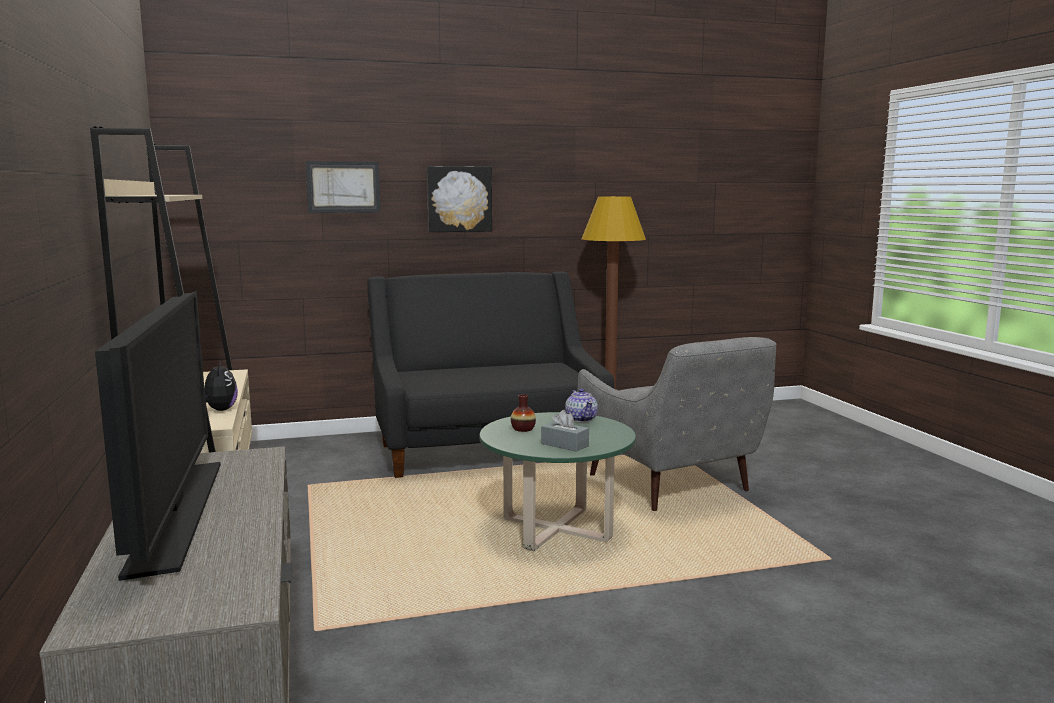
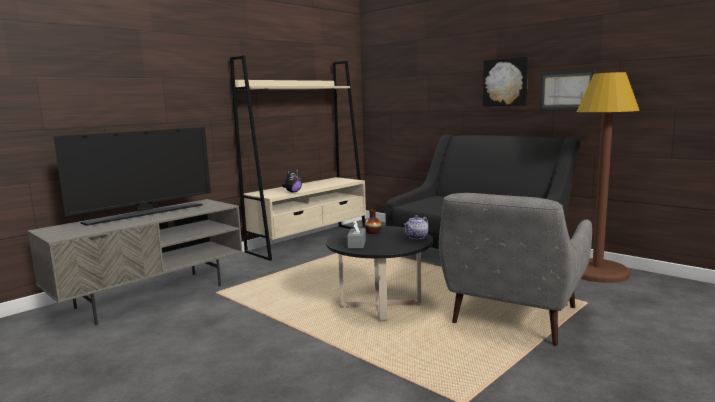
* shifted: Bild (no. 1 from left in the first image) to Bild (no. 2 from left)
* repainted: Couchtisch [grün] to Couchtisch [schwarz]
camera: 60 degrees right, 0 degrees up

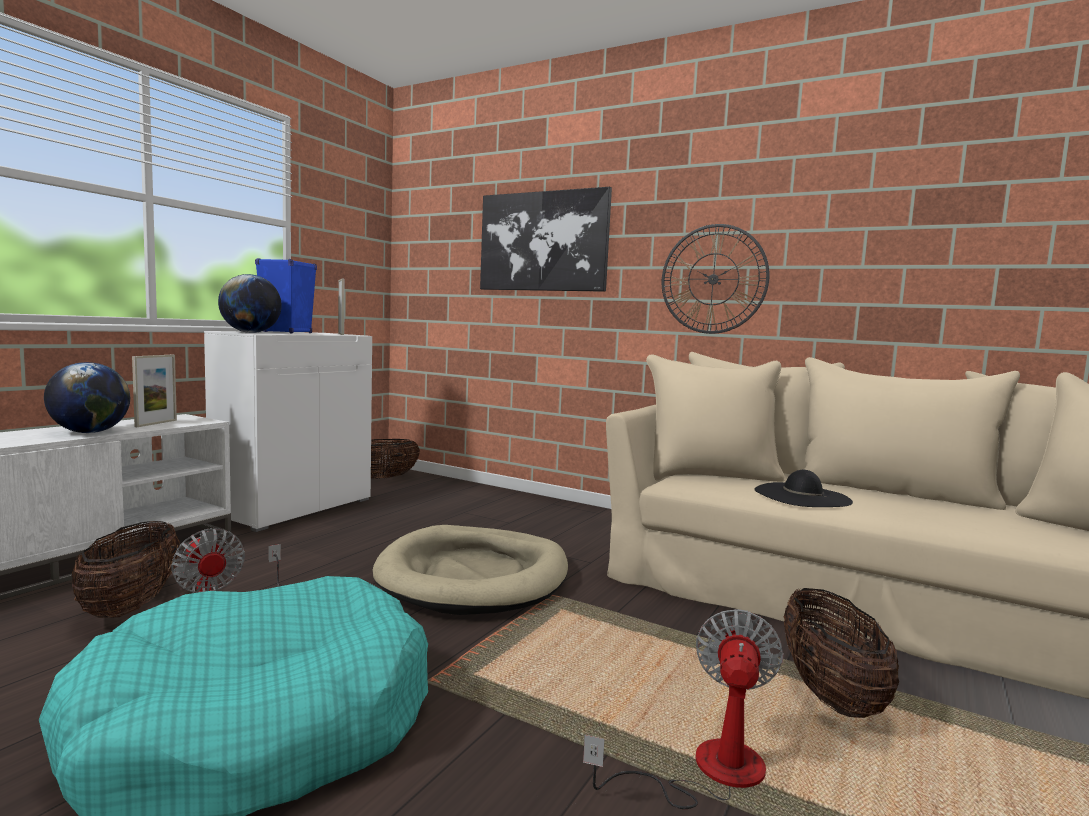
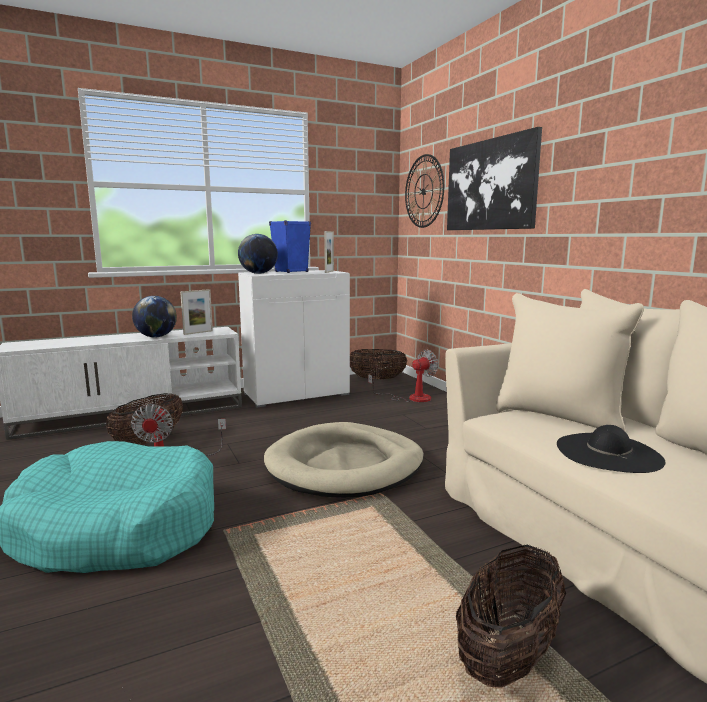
* shifted: Wanduhr
* shifted: Ventilator (no. 2 from left)
camera: 35 degrees right, 5 degrees up

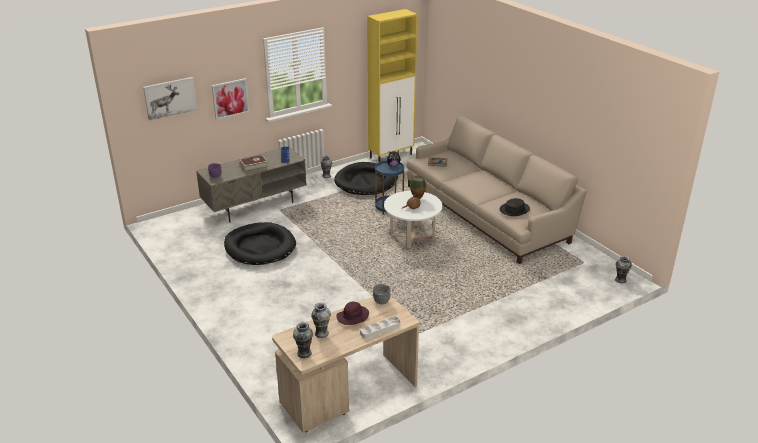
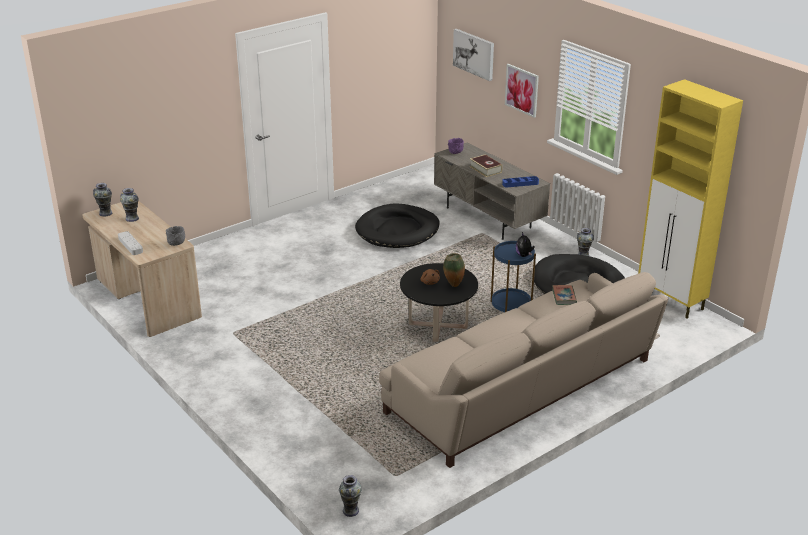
* repainted: Couchtisch [weiß] to Couchtisch [schwarz]
* gone: Hut [schwarz]
* gone: Hut [lila]
camera: 85 degrees right, 0 degrees up

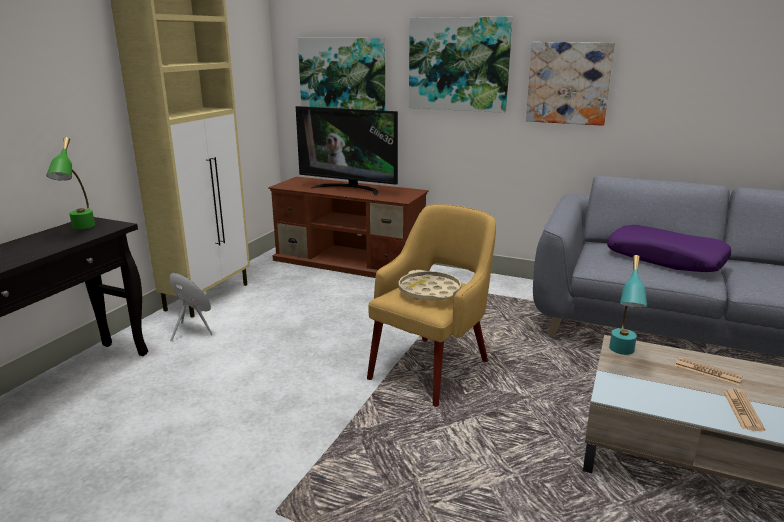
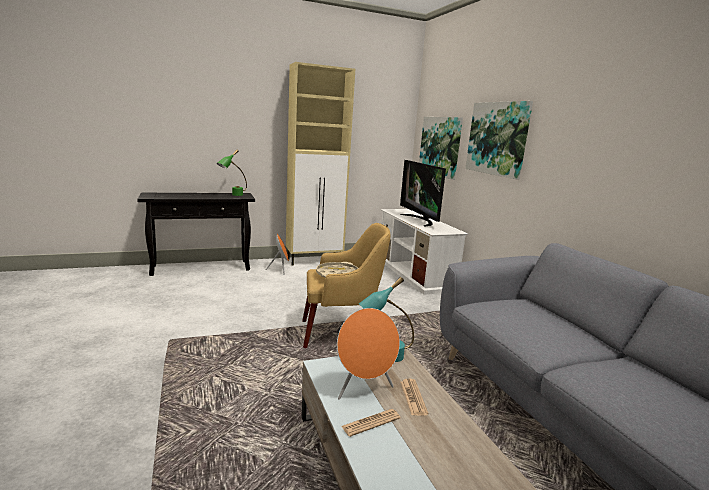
* gone: Bild (no. 3 from left)
* repainted: Fernsehschrank [braun] to Fernsehschrank [weiß]
* gone: Kissen [lila]
* new: Lautsprecher [orange] (no. 2 from left)
camera: 45 degrees right, 5 degrees down

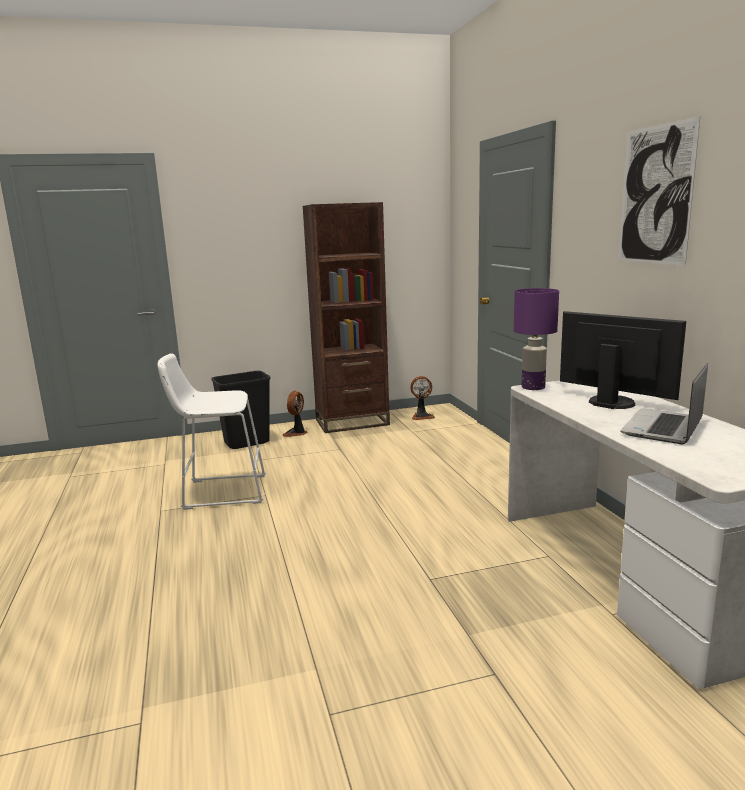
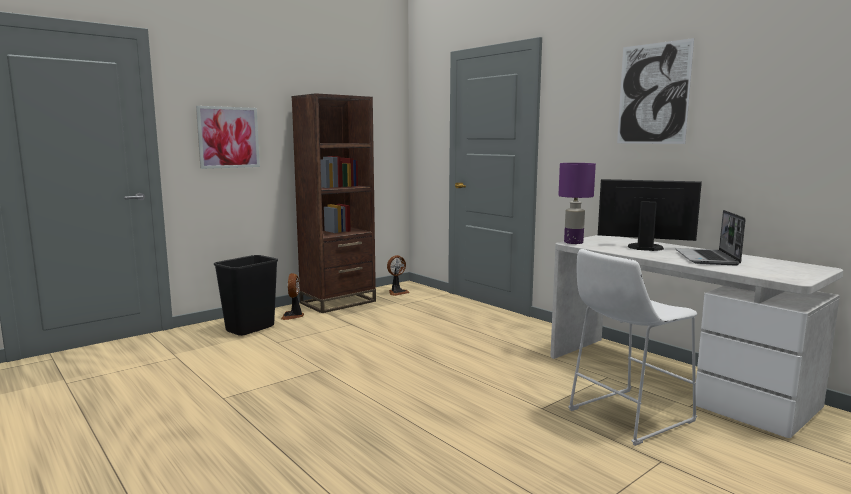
* shifted: Hocker [weiß]
* new: Bild (no. 1 from left)
camera: 25 degrees left, 5 degrees down

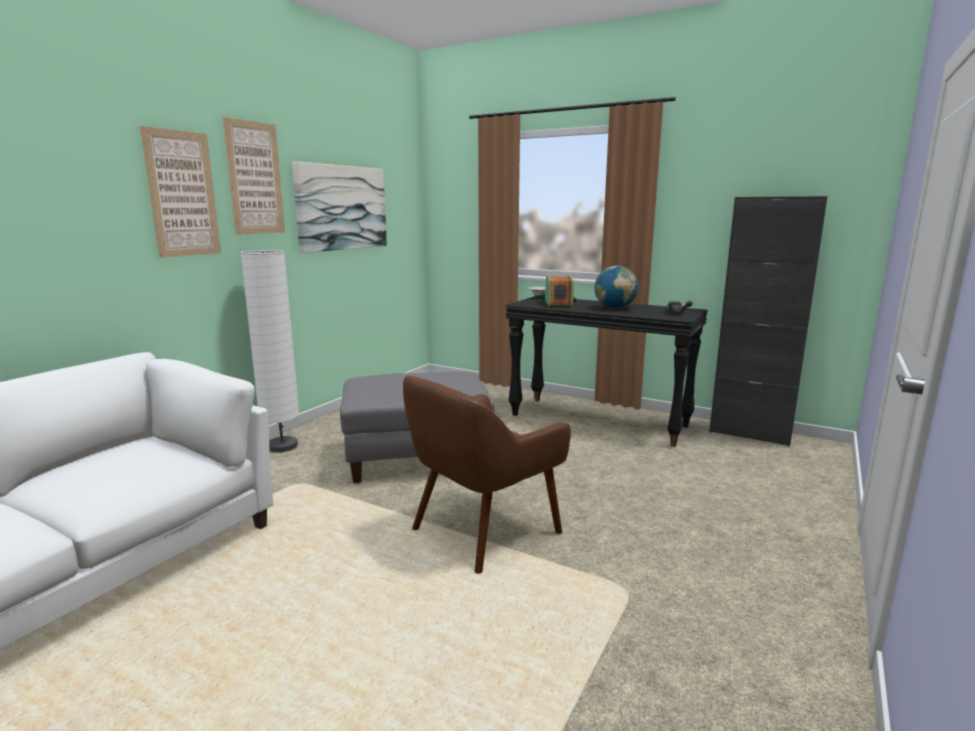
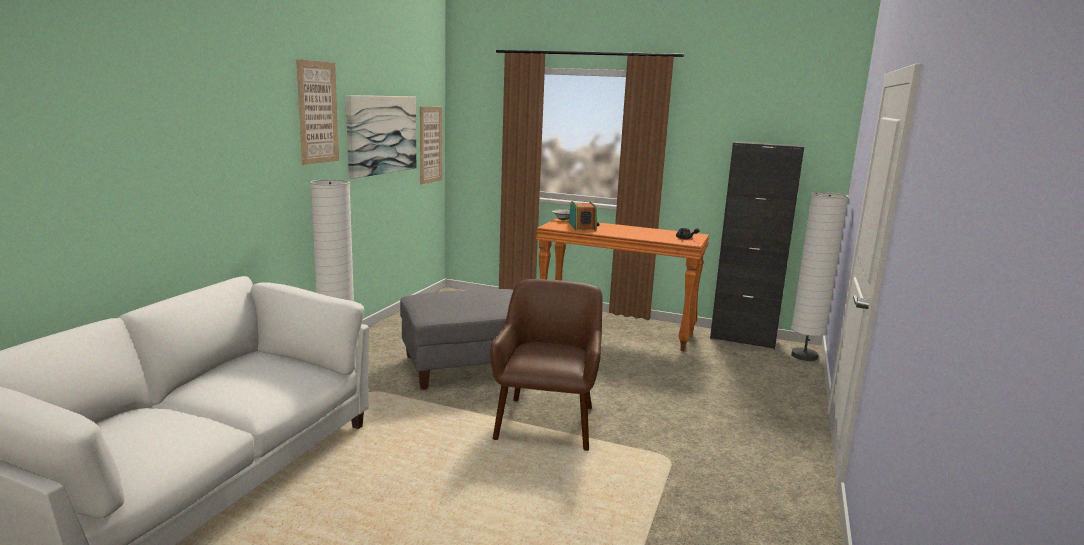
* shifted: Bild (no. 1 from left in the first image) to Bild (no. 3 from left)
* gone: Globus
* repainted: Konsolentisch [schwarz] to Konsolentisch [orange]
* rotated: Sessel [braun] 150 degrees clockwise
* new: Stehlampe [weiß] (no. 2 from left)
camera: 10 degrees left, 0 degrees up

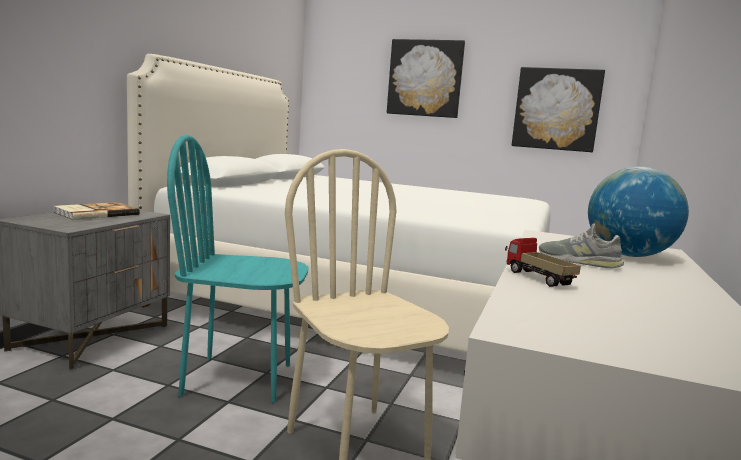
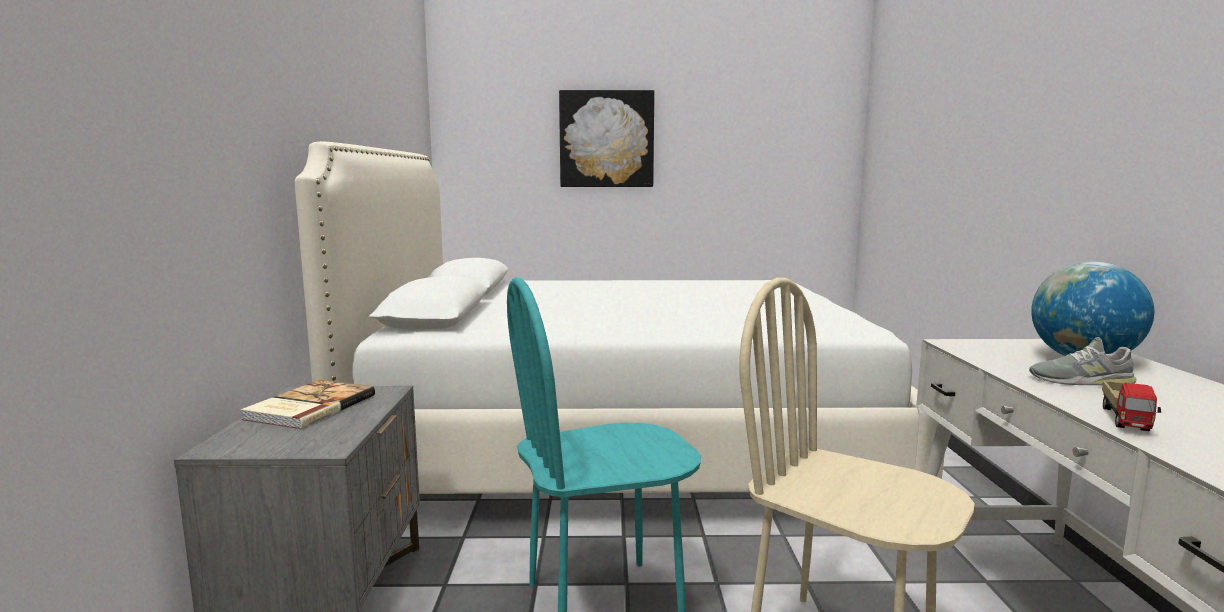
* gone: Bild (no. 2 from left)
* rotated: Spielzeuglaster 105 degrees counterclockwise
camera: 20 degrees left, 0 degrees up

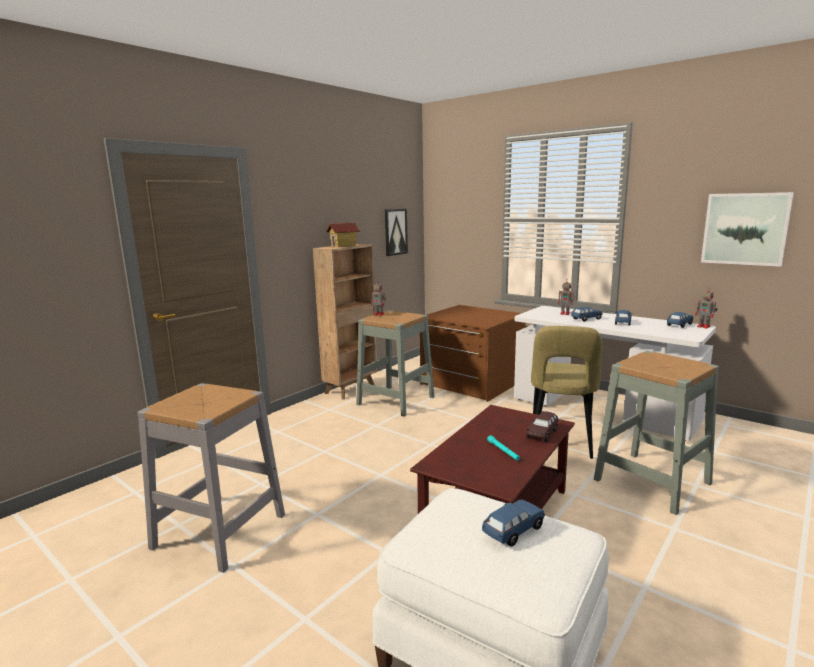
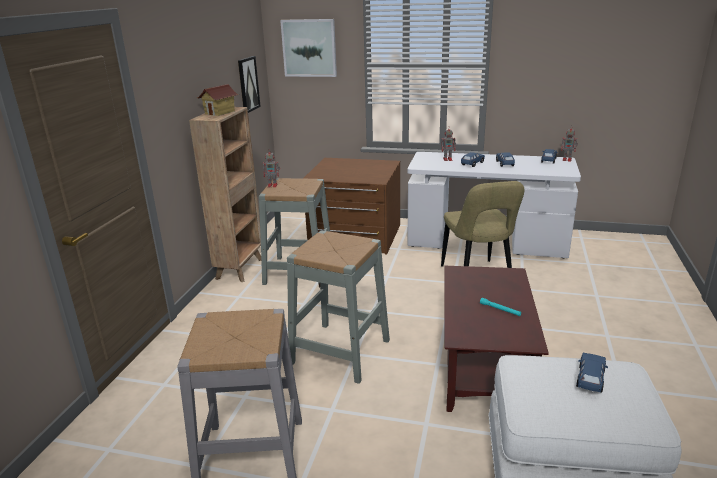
* shifted: Bild (no. 2 from left)
* shifted: Hocker [grau] (no. 3 from left)
* gone: Spielzeugauto [braun]
camera: 25 degrees left, 10 degrees up

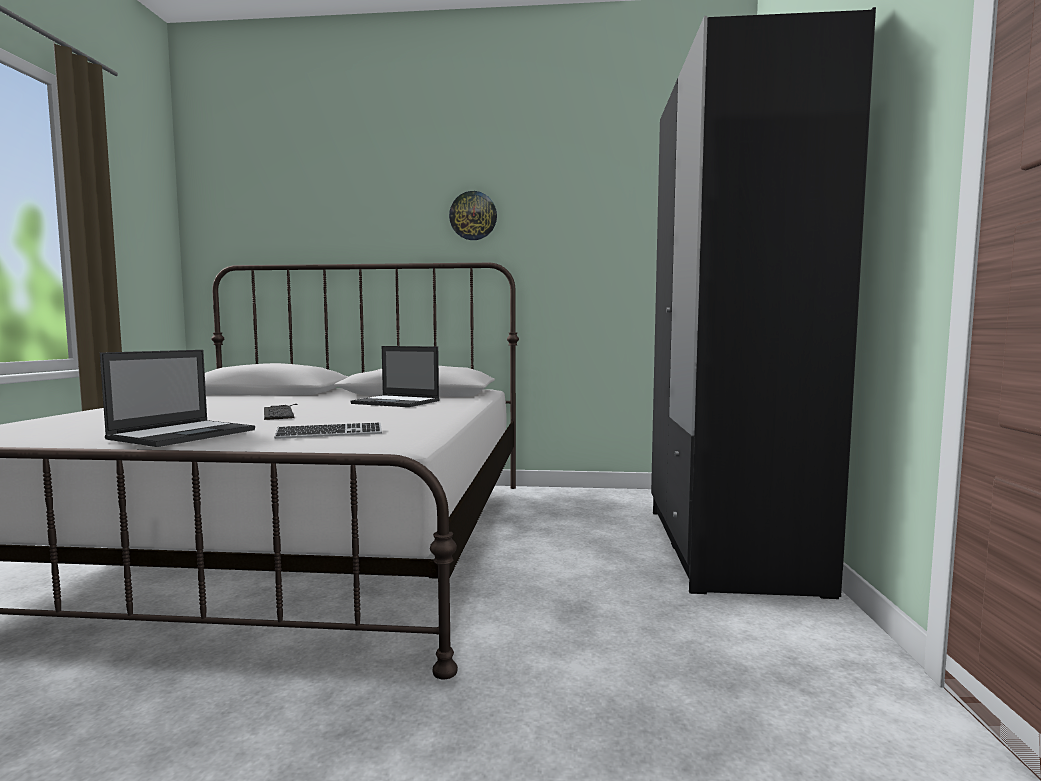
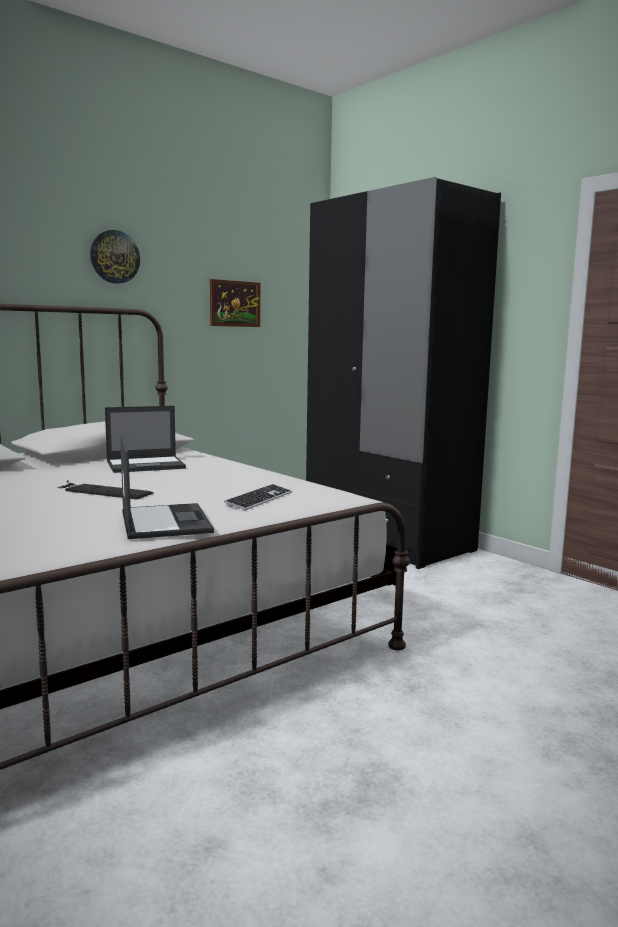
* new: Bild
camera: 45 degrees left, 5 degrees up

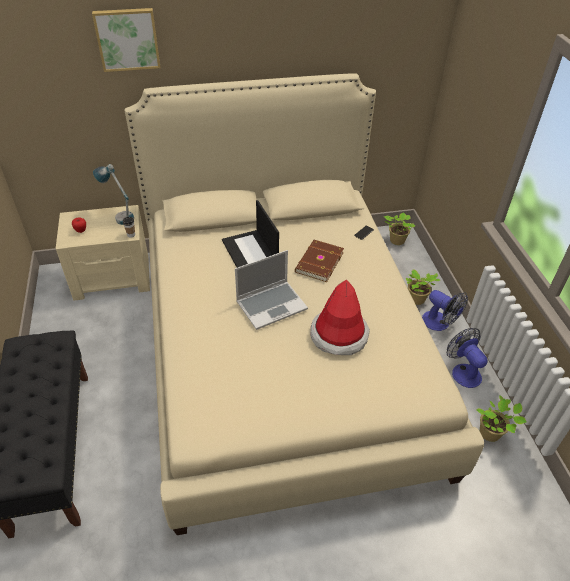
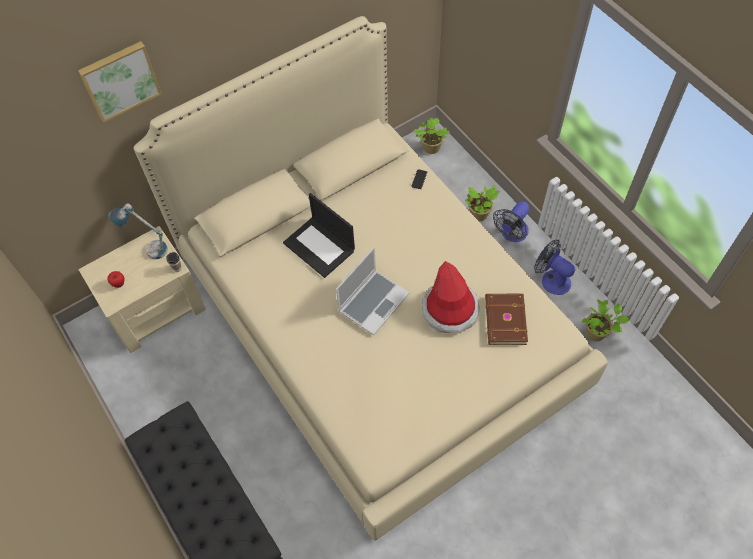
* shifted: Buch [braun]
* rotated: Ventilator (no. 1 from left) 105 degrees clockwise
camera: 20 degrees left, 15 degrees up

